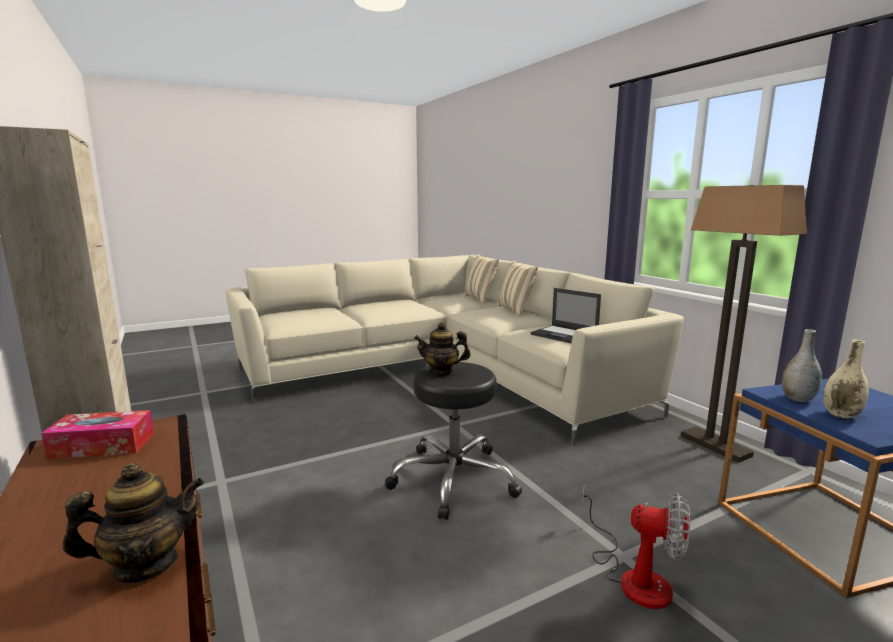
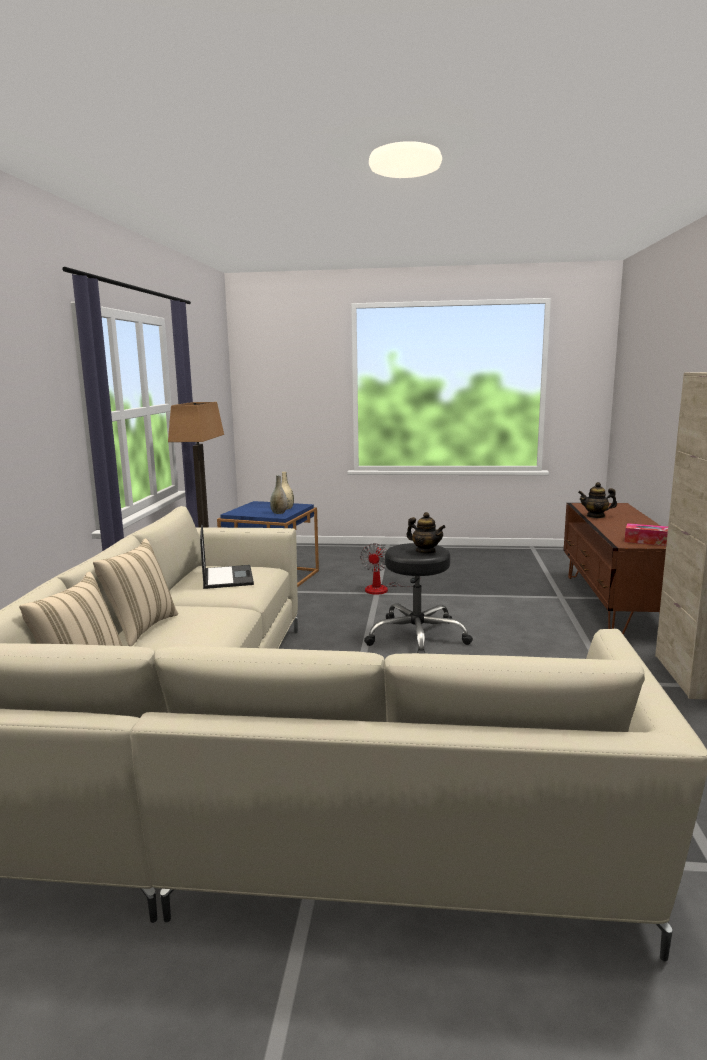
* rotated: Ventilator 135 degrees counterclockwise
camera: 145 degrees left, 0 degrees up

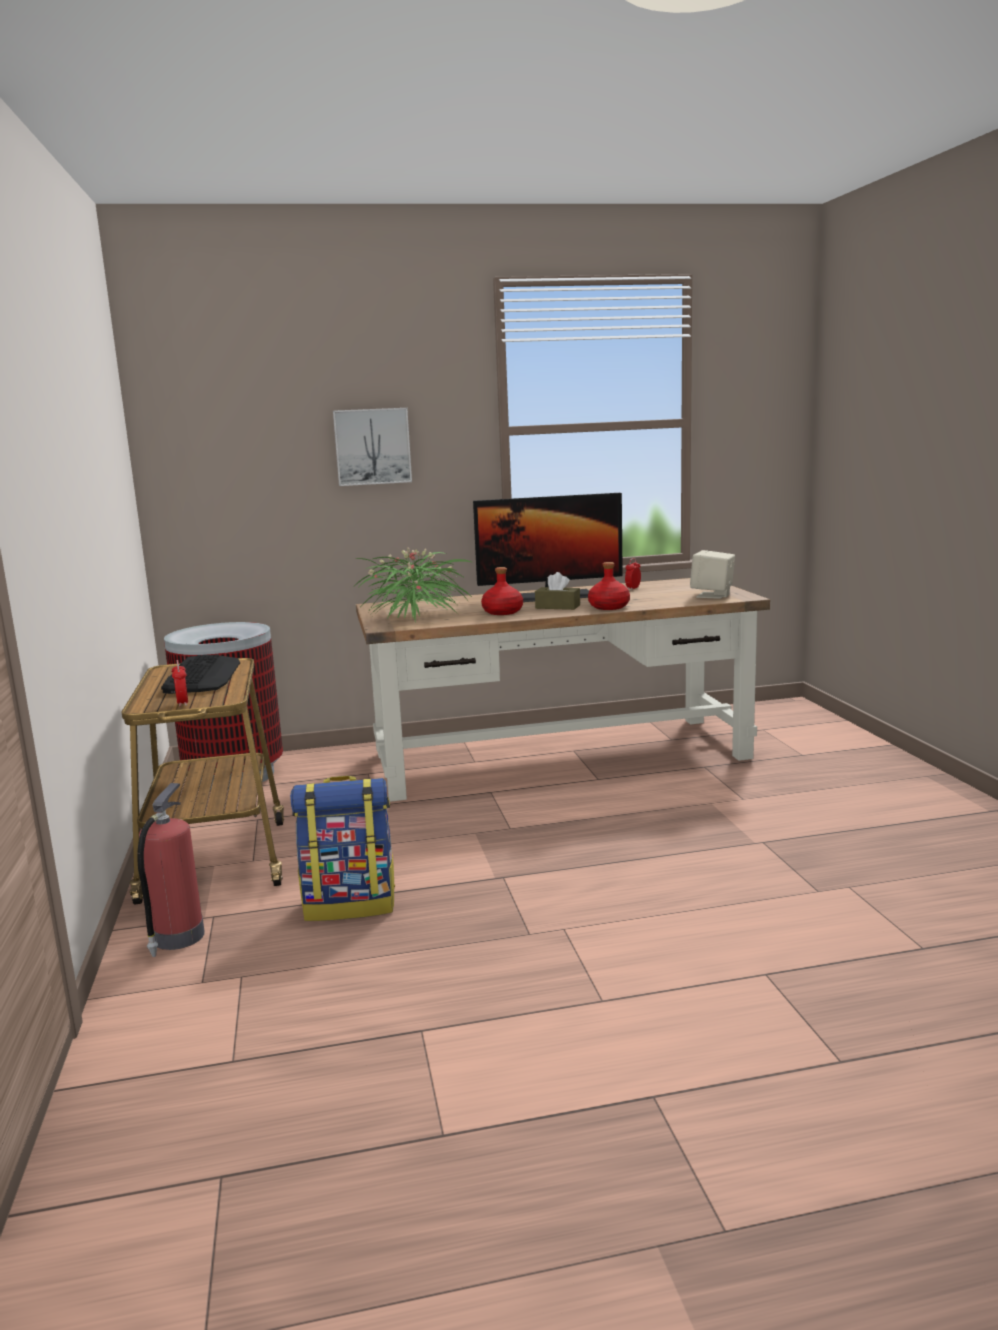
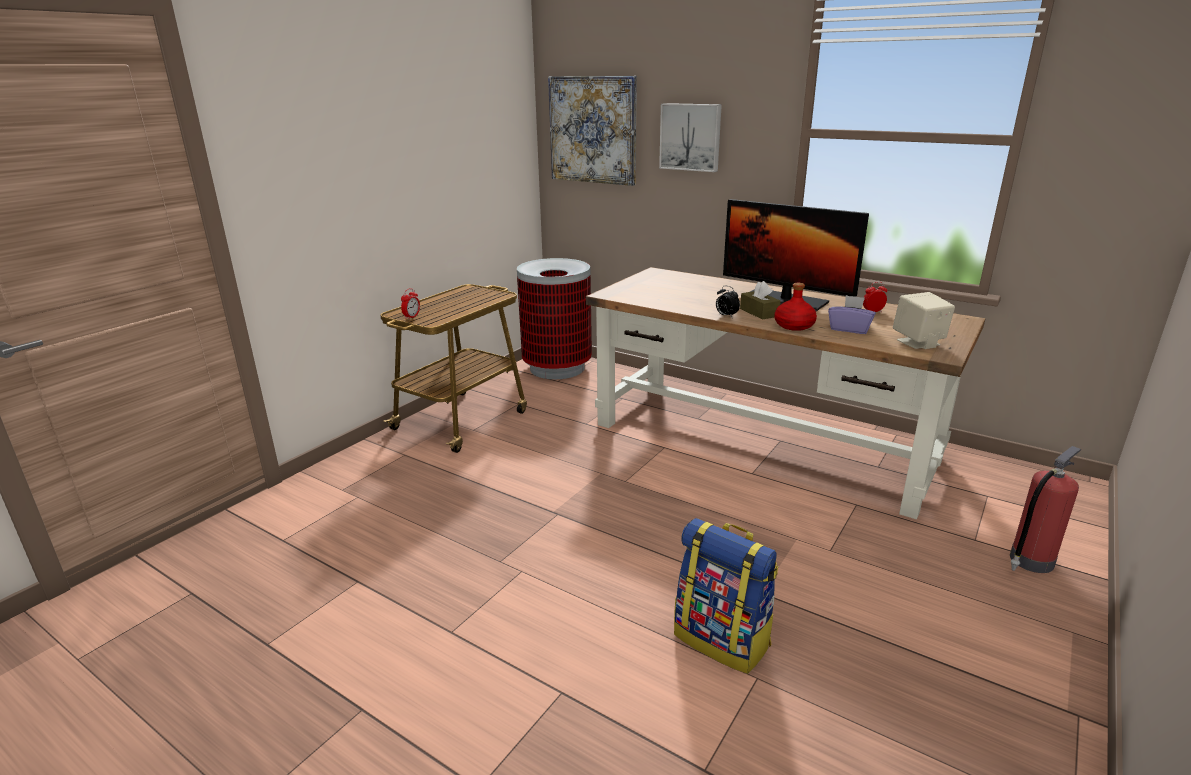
* gone: Topfpflanze
* gone: Flasche [rot] (no. 1 from left)
* gone: Tastatur
* shifted: Rucksack
* shifted: Feuerlöscher
* new: Bild (no. 1 from left)
* new: Wecker (no. 2 from left)
* new: Taschentuchbox [lila]
camera: 45 degrees right, 10 degrees up

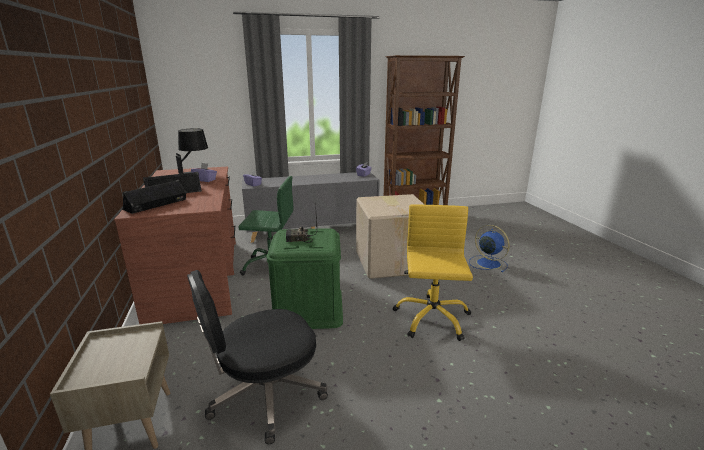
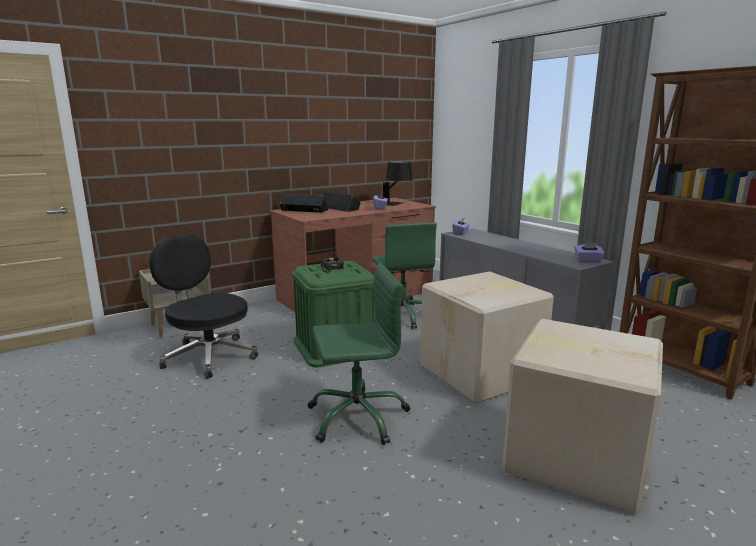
* repainted: Bürostuhl [gelb] to Bürostuhl [grün] (no. 1 from left)
* swapped: Ventilator [blau] to Karton (no. 2 from left)
camera: 70 degrees right, 5 degrees down

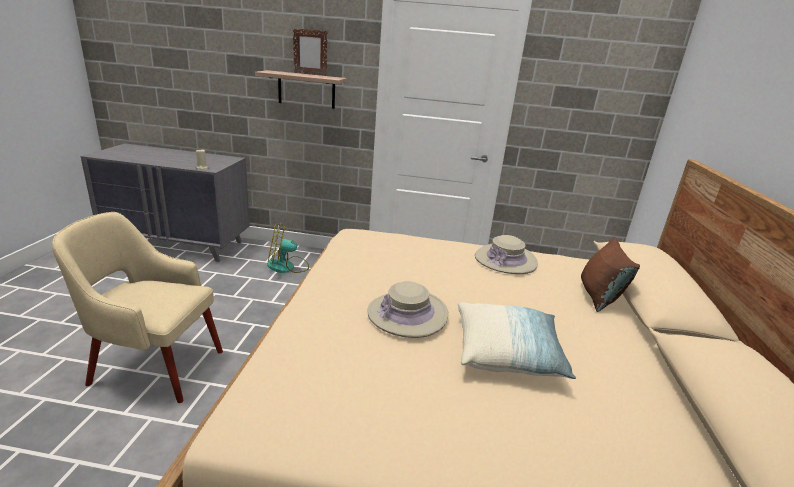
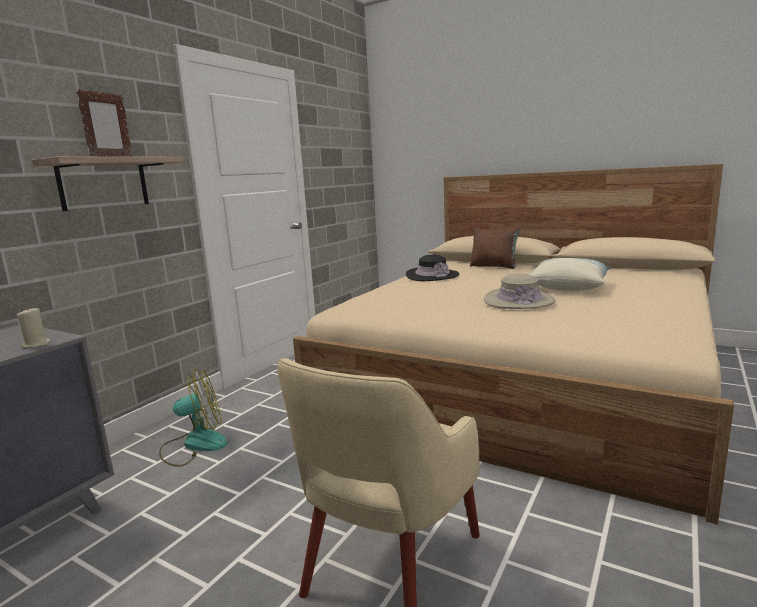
* rotated: Ventilator 120 degrees counterclockwise
* repainted: Hut [beige] (no. 2 from left) to Hut [schwarz]
camera: 65 degrees left, 10 degrees down

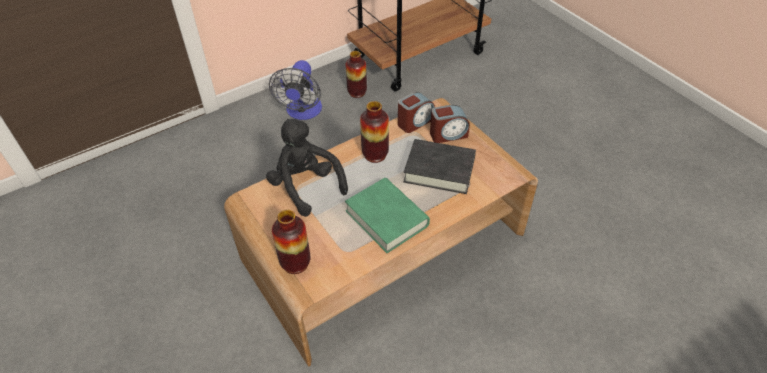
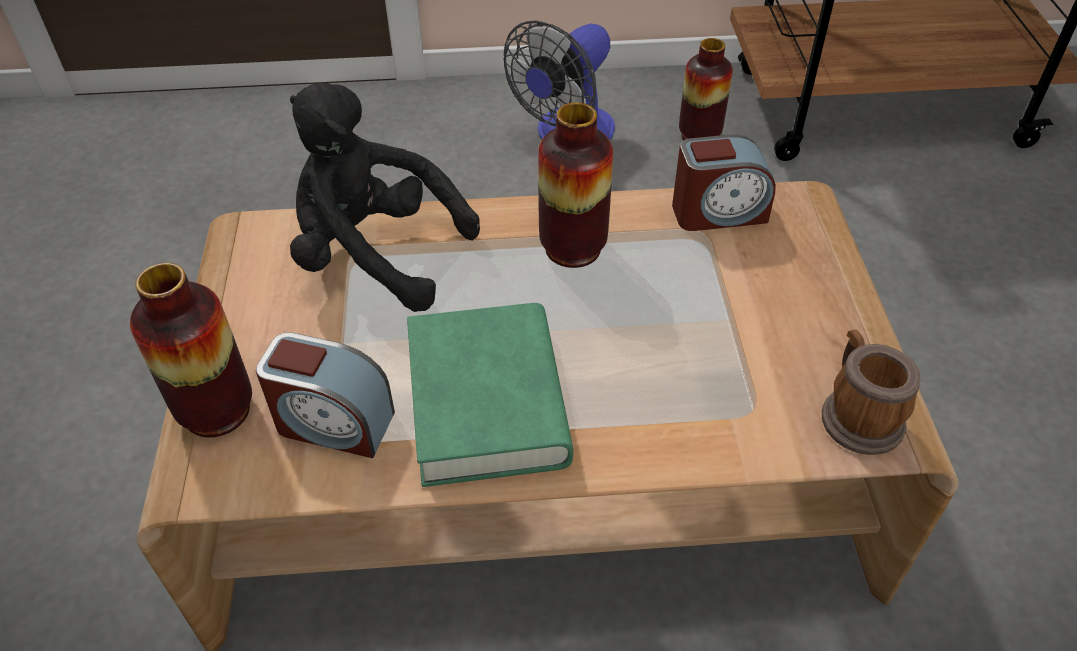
* shifted: Wecker (no. 2 from left in the first image) to Wecker (no. 1 from left)
* rotated: Plüschtier [schwarz] 60 degrees counterclockwise
* gone: Buch [schwarz]
* new: Henkelbecher
camera: 30 degrees right, 0 degrees up

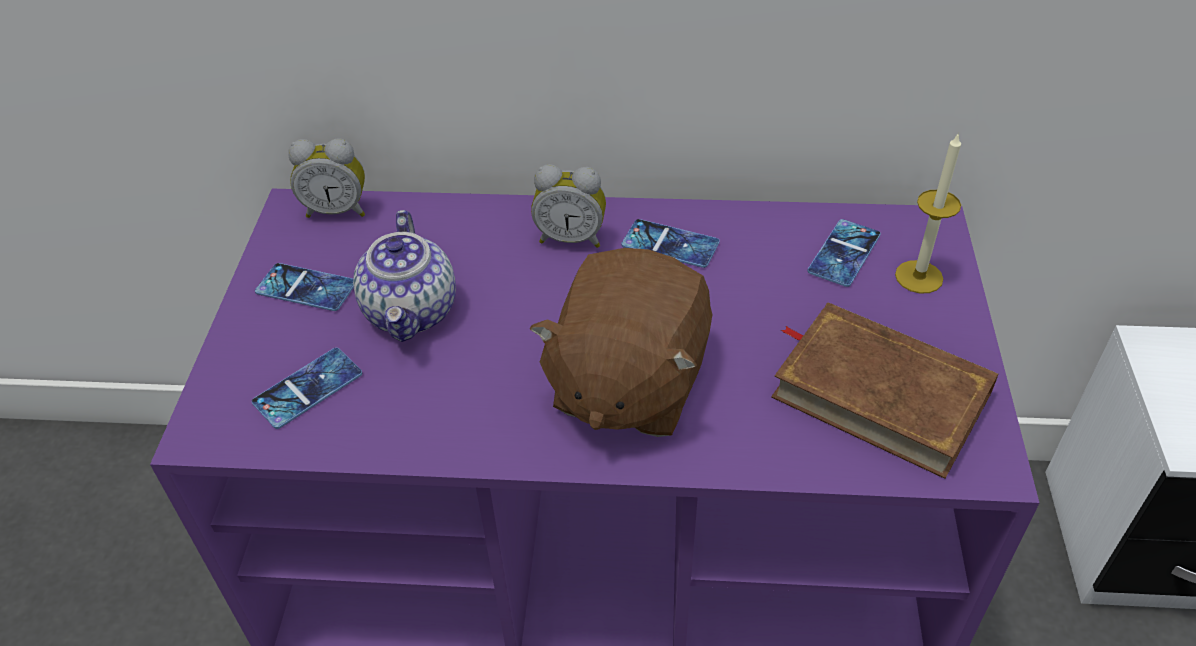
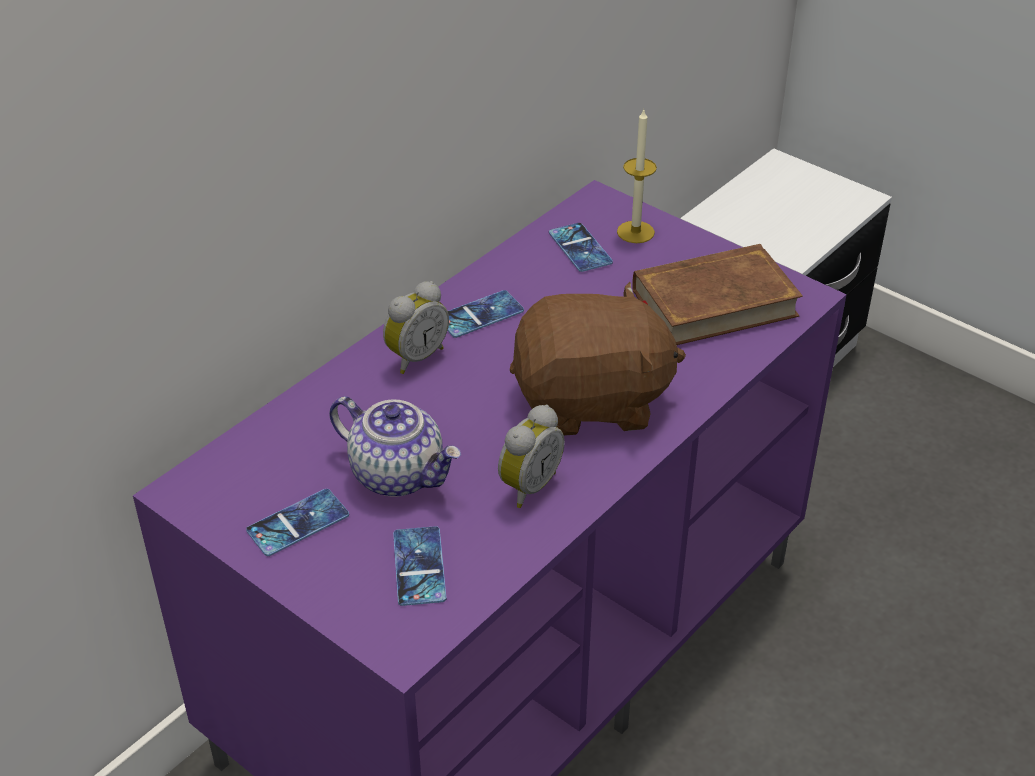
* shifted: Wecker (no. 1 from left in the first image) to Wecker (no. 2 from left)
* rotated: Plüschtier [braun] 60 degrees counterclockwise
camera: 55 degrees left, 5 degrees down

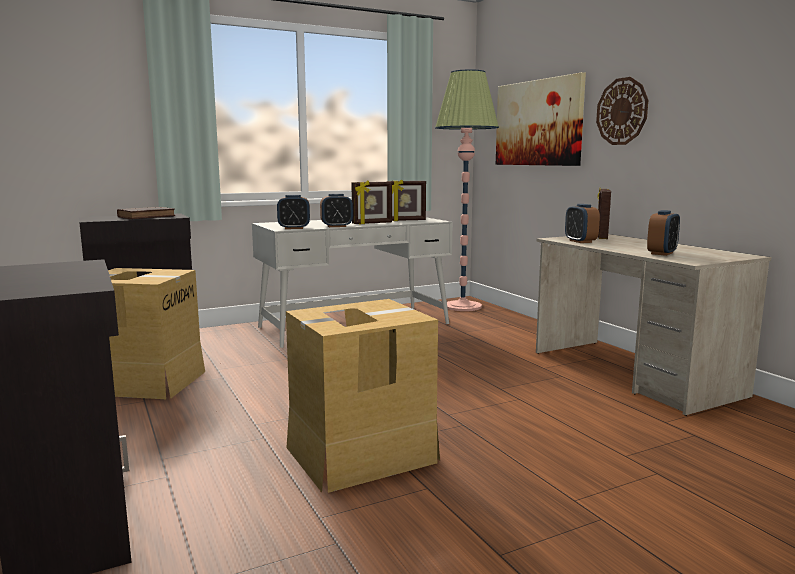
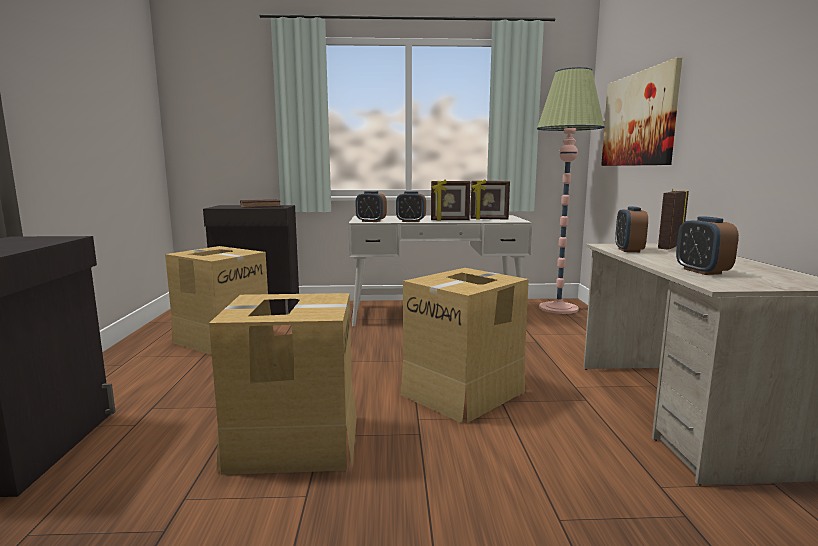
* gone: Wanduhr
* rotated: Wecker (no. 4 from left) 105 degrees clockwise
* new: Karton (no. 3 from left)
camera: 25 degrees right, 0 degrees up

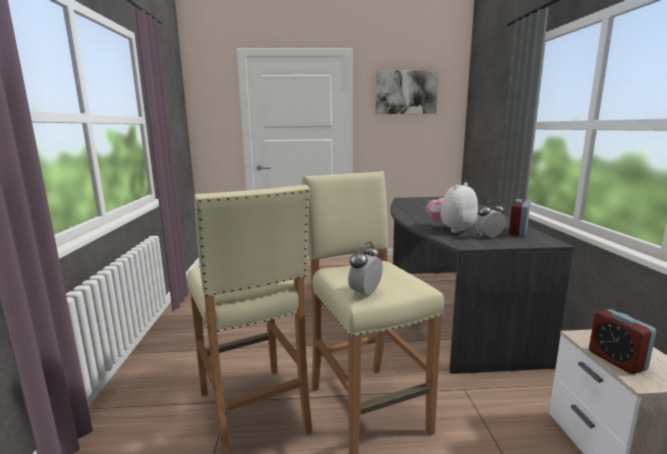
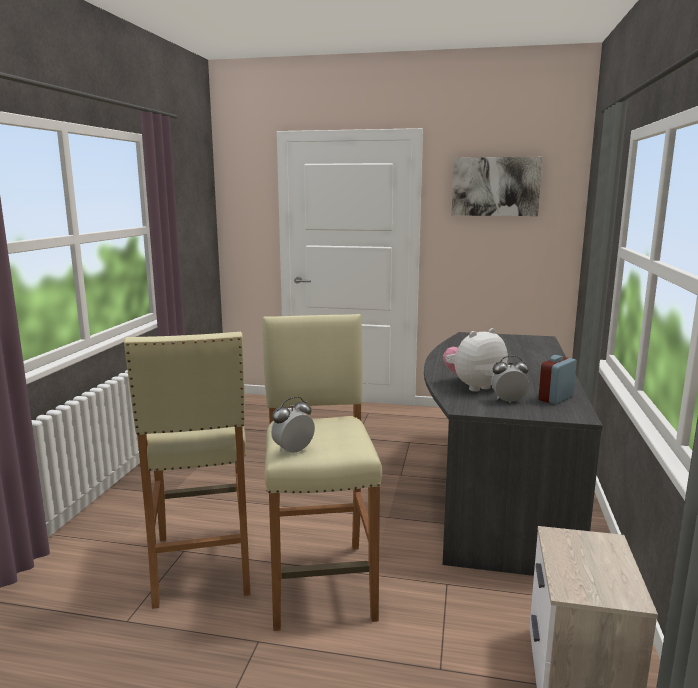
* gone: Wecker (no. 4 from left)
camera: 15 degrees right, 0 degrees up

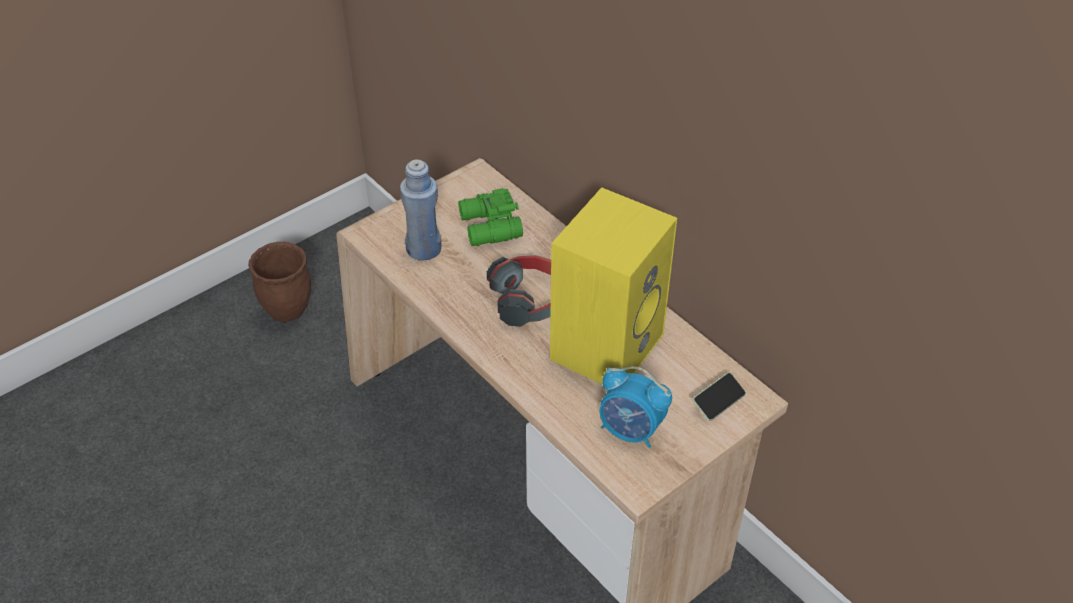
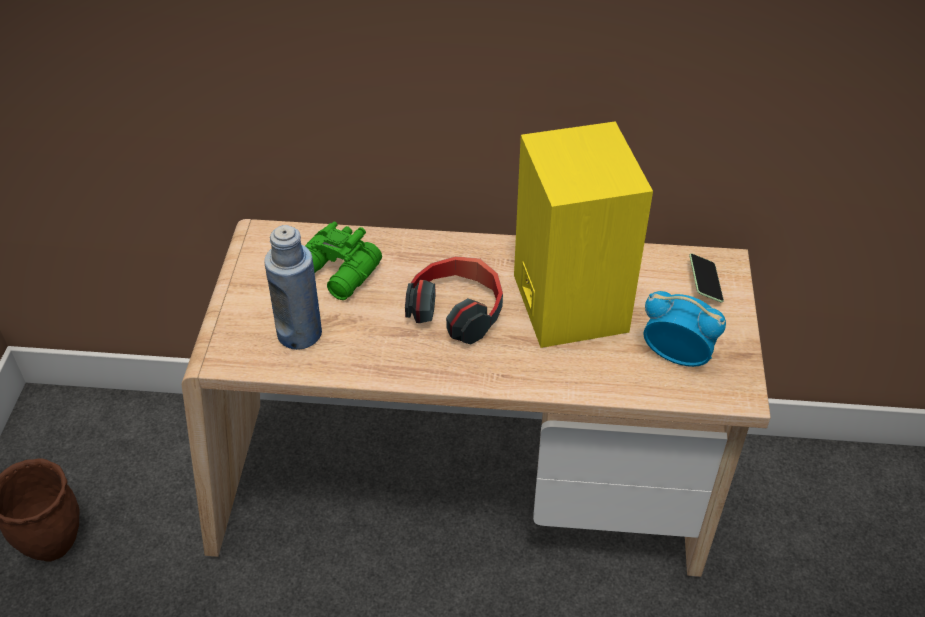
* rotated: Wecker 135 degrees counterclockwise
camera: 45 degrees left, 0 degrees up

